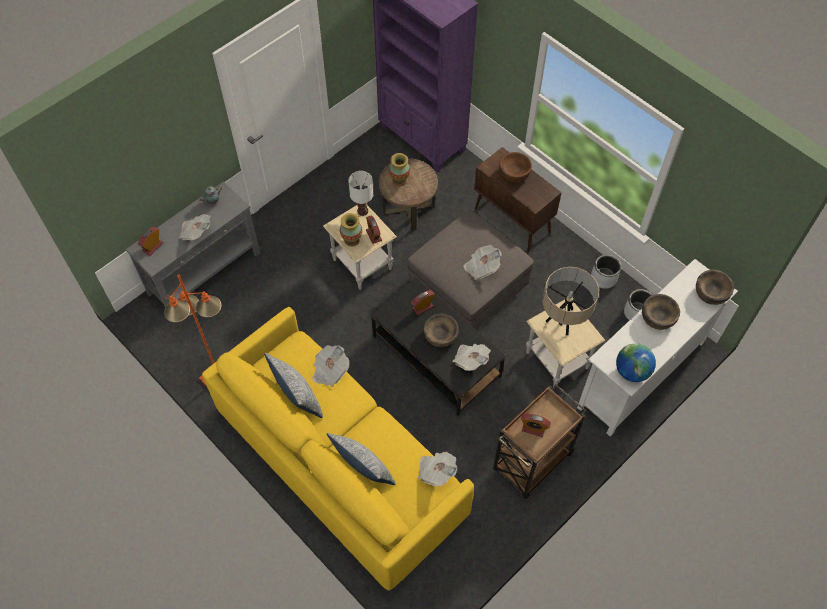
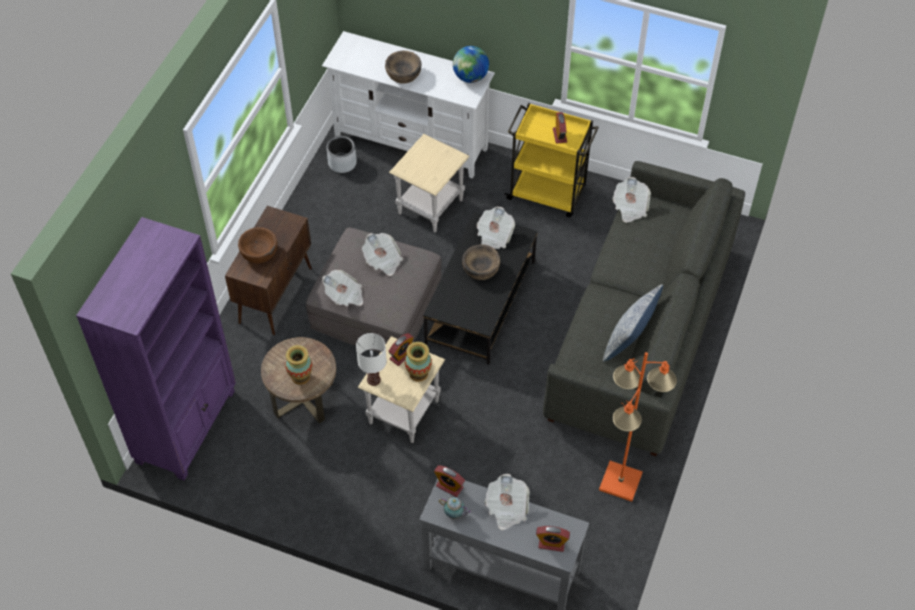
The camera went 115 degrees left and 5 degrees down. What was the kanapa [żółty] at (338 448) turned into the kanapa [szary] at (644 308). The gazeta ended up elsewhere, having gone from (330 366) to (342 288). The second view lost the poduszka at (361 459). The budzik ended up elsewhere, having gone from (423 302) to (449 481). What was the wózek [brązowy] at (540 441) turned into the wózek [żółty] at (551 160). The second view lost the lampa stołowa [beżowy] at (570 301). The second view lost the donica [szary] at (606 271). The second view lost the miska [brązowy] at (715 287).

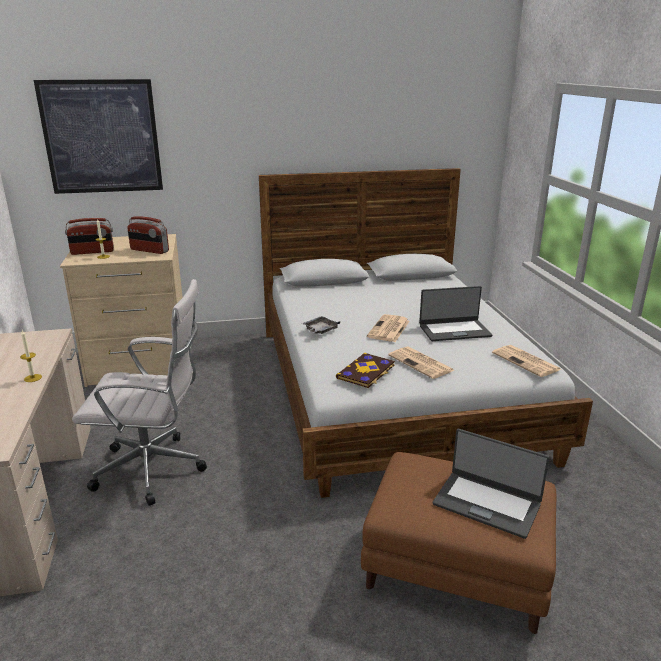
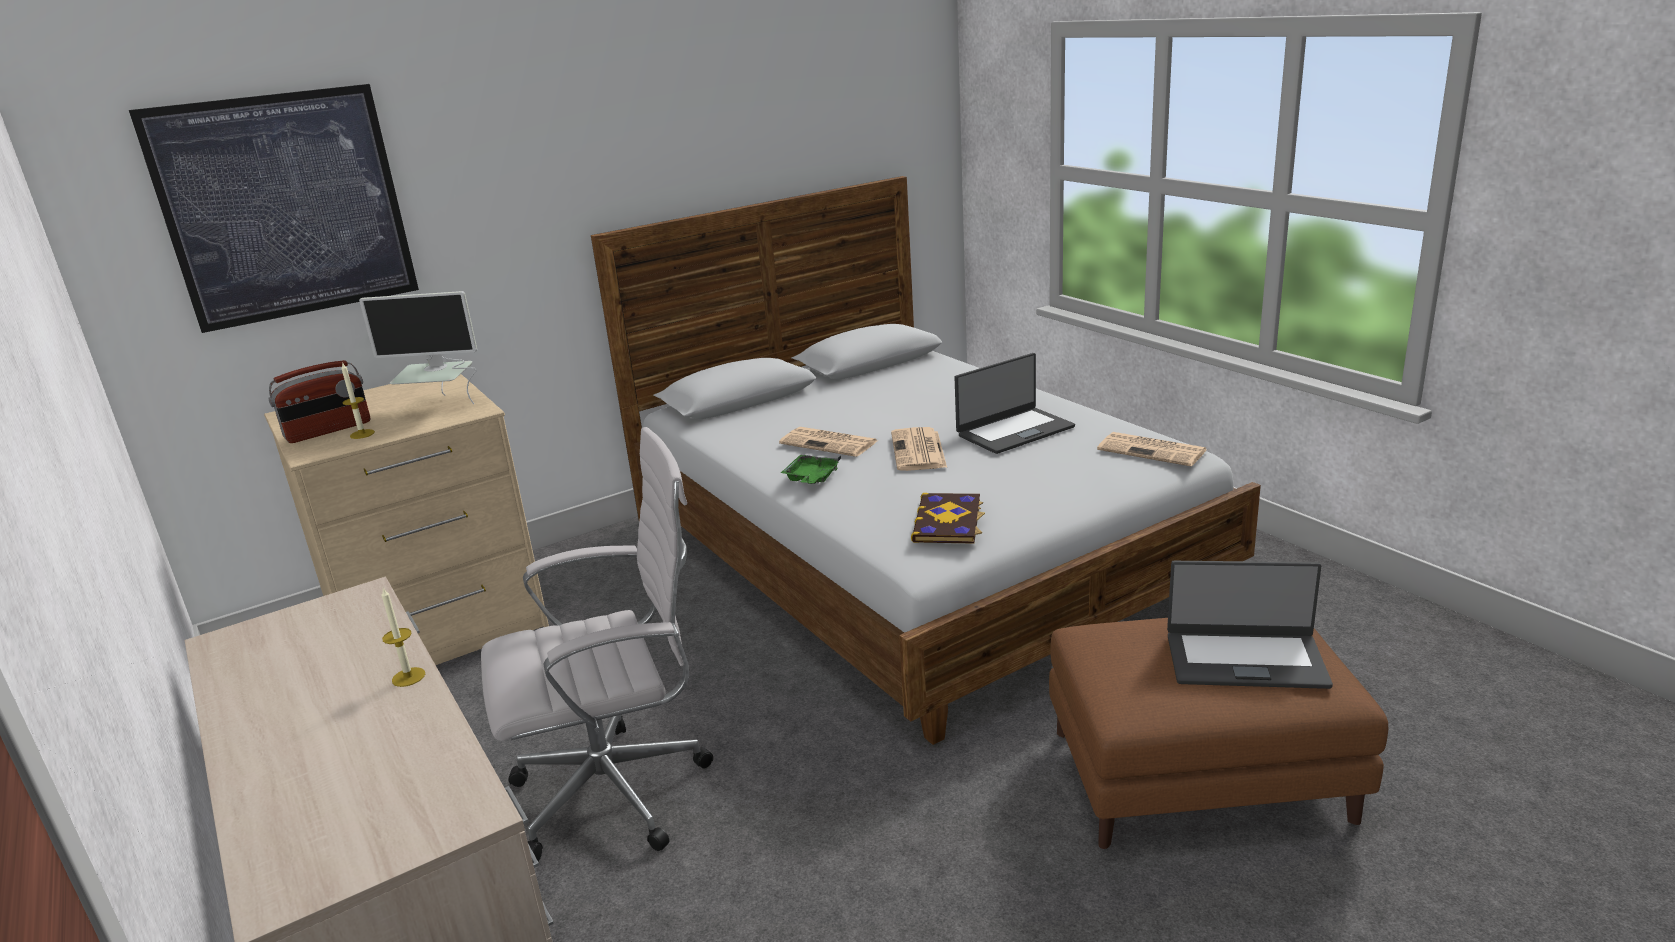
The camera went 20 degrees left and 0 degrees up. Where the radio stood at (148 235), the monitor came to stand at (418 348). What was the taca [szary] at (321 325) turned into the taca [zielony] at (811 469). The gazeta ended up elsewhere, having gone from (421 362) to (828 442).

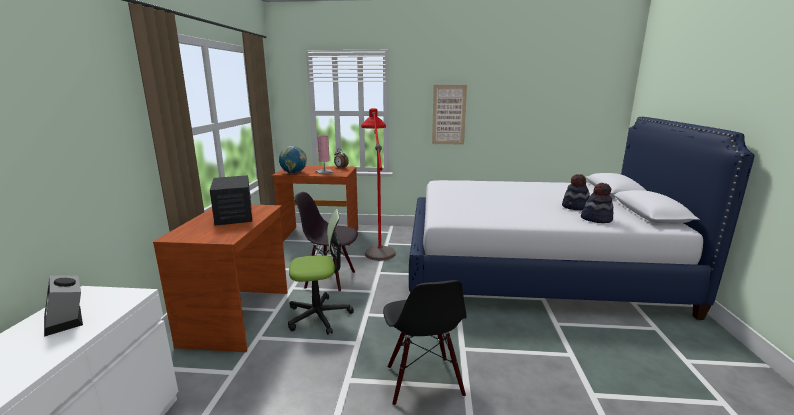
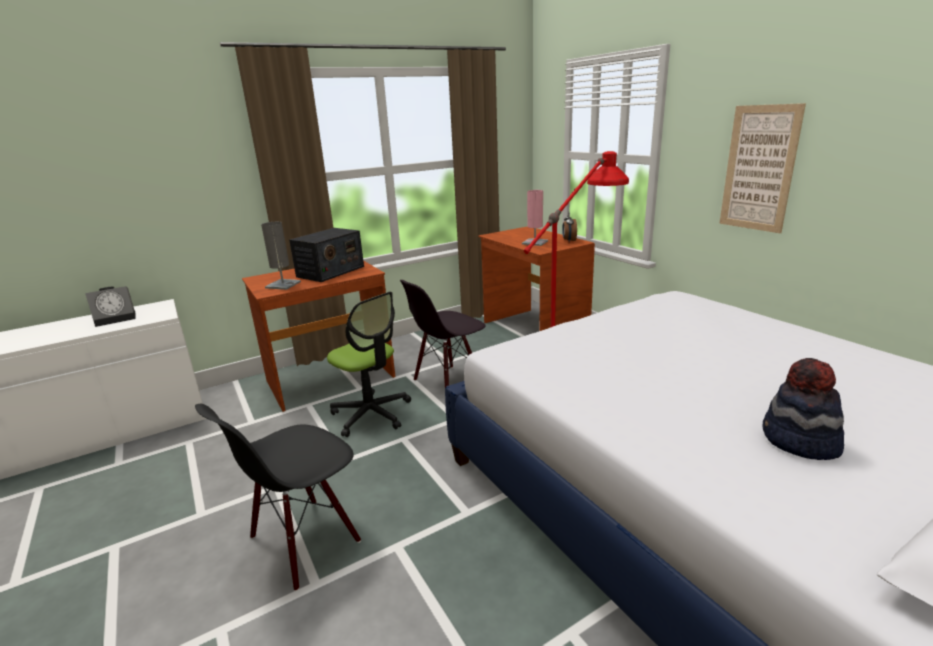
The camera went 55 degrees right and 5 degrees up. The budzik at (63 306) ended up facing another way, 135 degrees counterclockwise from before. The second view lost the globus at (293 159). The krzesło [czarny] at (326 242) ended up facing another way, 105 degrees counterclockwise from before. The second view lost the kapelusz at (597 203). The second view gained the lampa stołowa [szary] at (281 256).

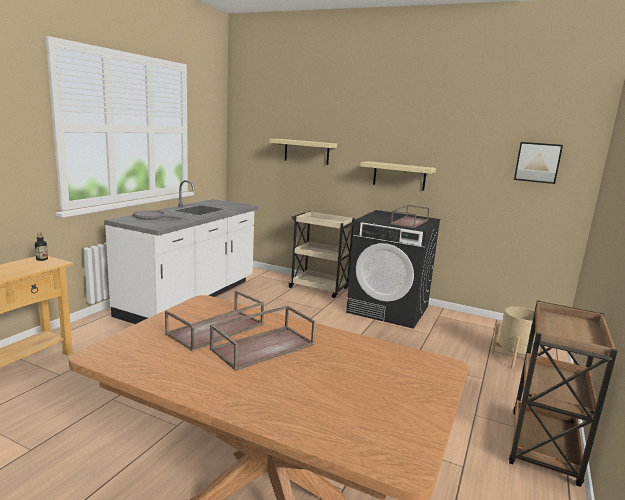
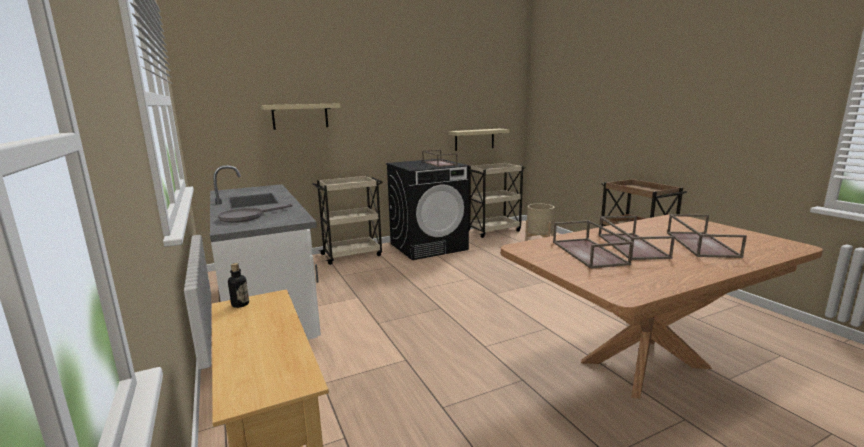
The camera went 50 degrees left and 0 degrees up. The półka [beżowy] ended up elsewhere, having gone from (398 176) to (479 140). The second view lost the obraz at (538 163). The second view gained the wózek [beżowy] at (497 200). The second view gained the taca [brązowy] at (707 236).

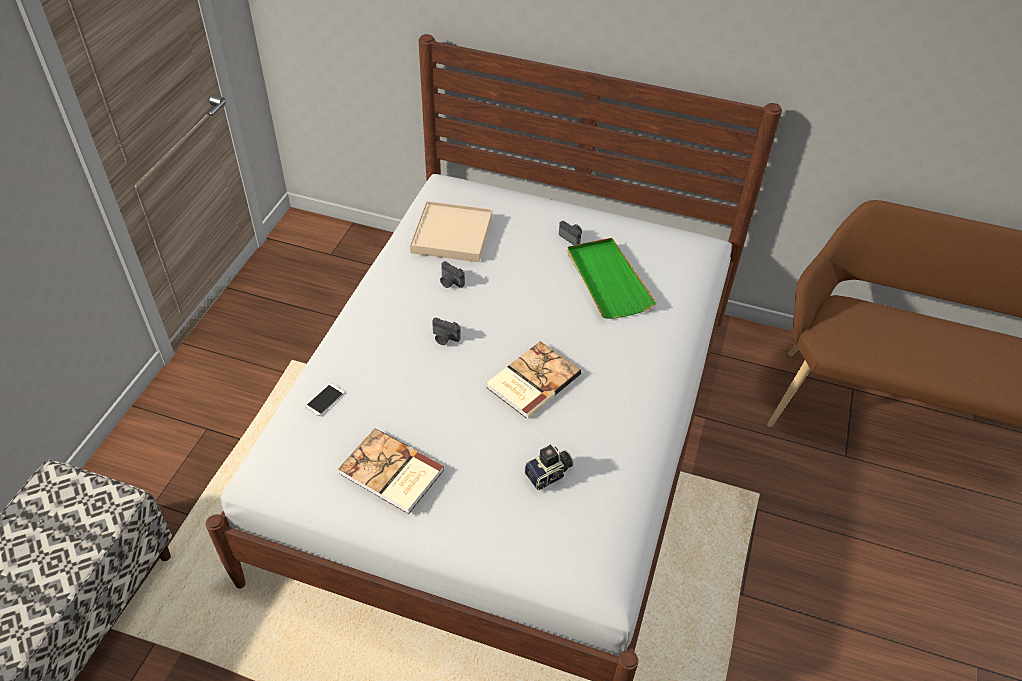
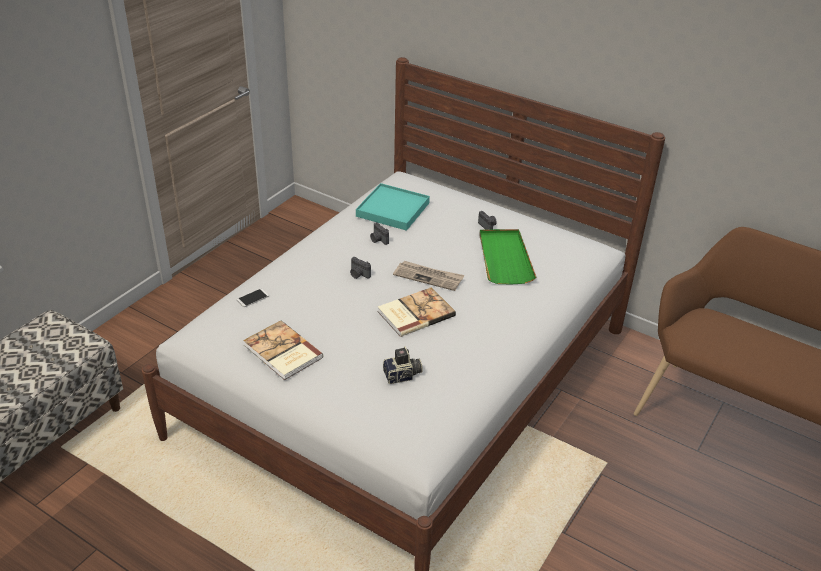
The camera went 15 degrees right and 10 degrees down. What was the taca [beżowy] at (451 231) turned into the taca [turkusowy] at (393 207). The second view gained the gazeta at (428 276).

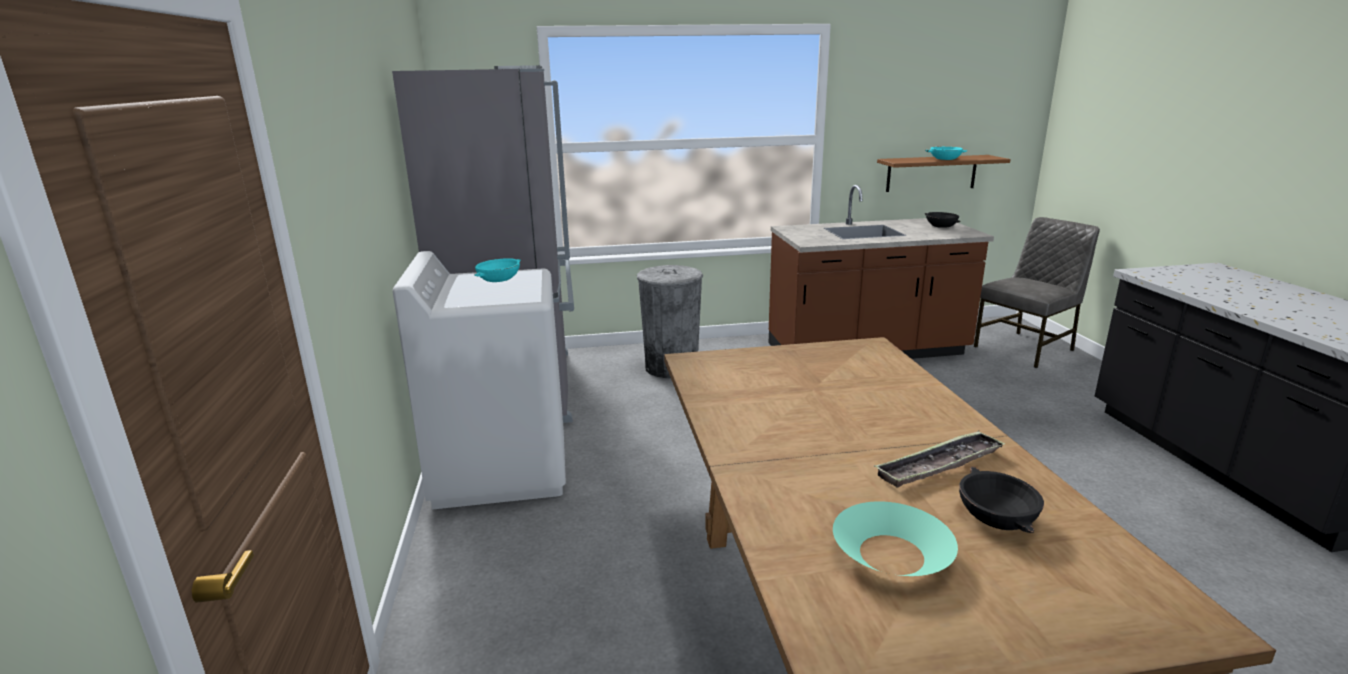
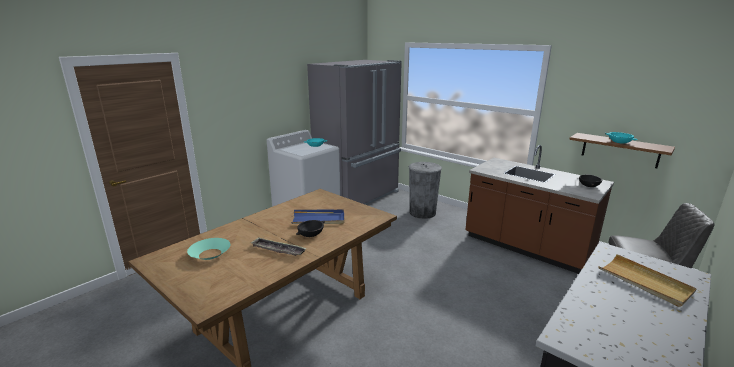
The camera went 50 degrees right and 0 degrees up. The miska [czarny] ended up elsewhere, having gone from (1001 500) to (310 228). The second view gained the taca [niebieski] at (318 216). The second view gained the taca [beżowy] at (647 280).

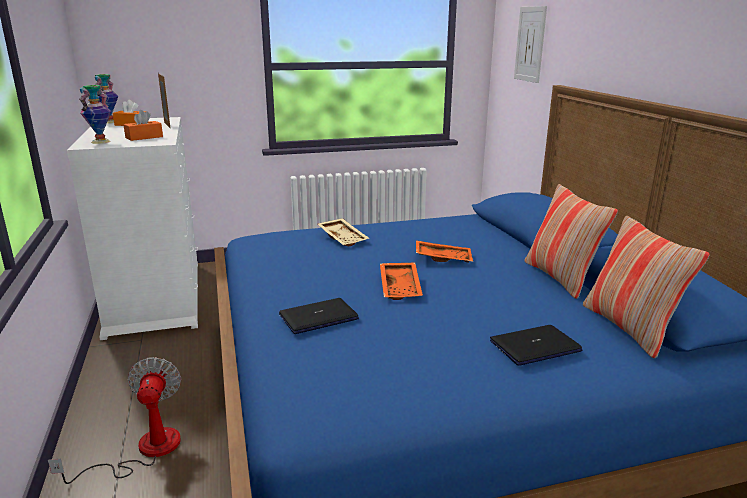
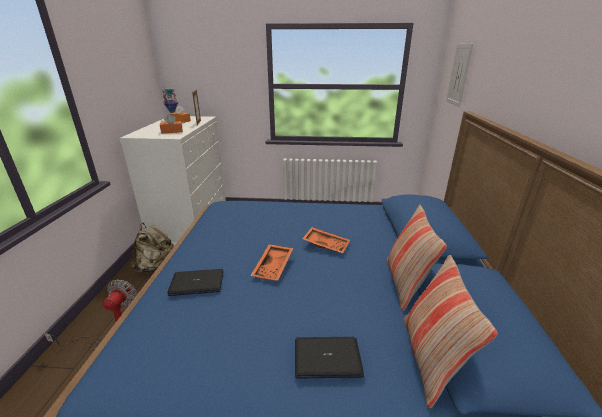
The camera went 20 degrees right and 5 degrees up. The second view lost the wazon at (95 114). The second view lost the taca [beżowy] at (343 232). The second view gained the plecak [beżowy] at (152 248).

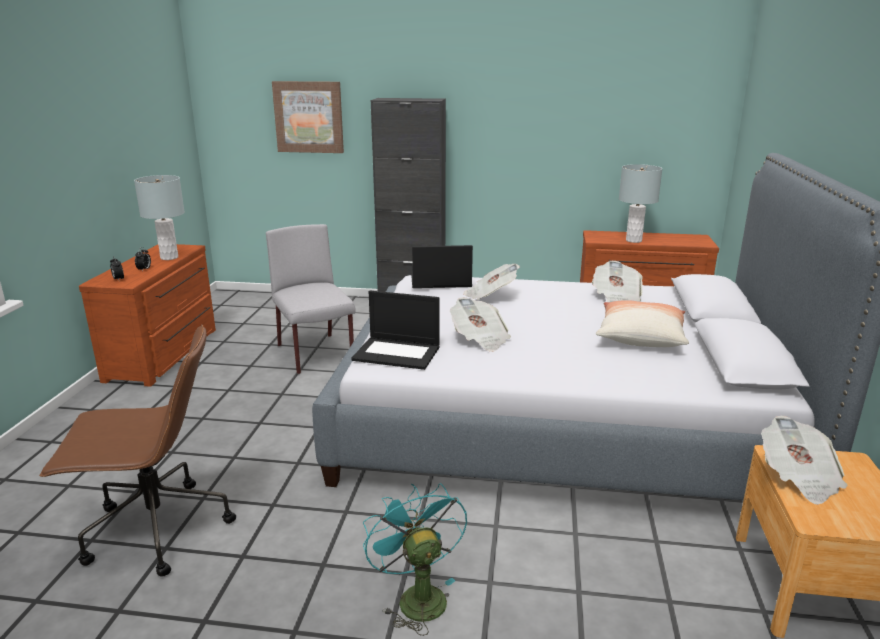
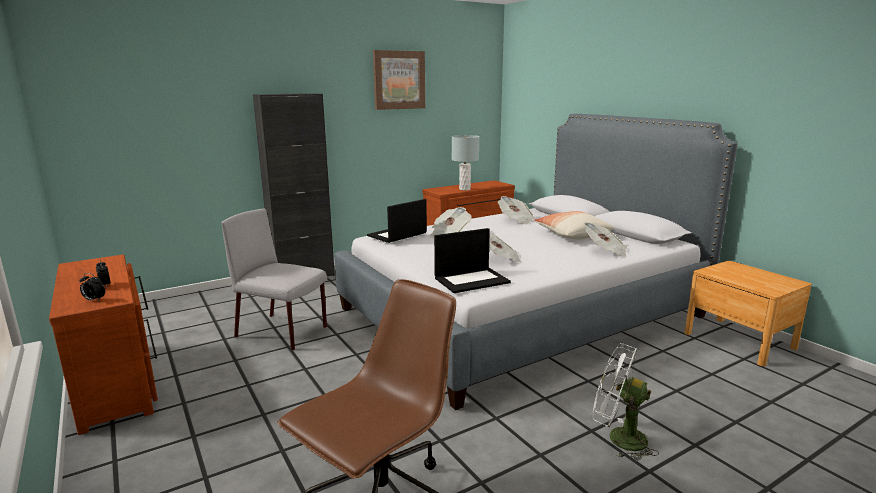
The camera went 40 degrees left and 5 degrees down. The second view lost the lampa stołowa [szary] at (159 217). The obraz ended up elsewhere, having gone from (308 117) to (399 80). What was the wentylator [turkusowy] at (415 559) turned into the wentylator [biały] at (625 401). The gazeta ended up elsewhere, having gone from (804 460) to (605 239).

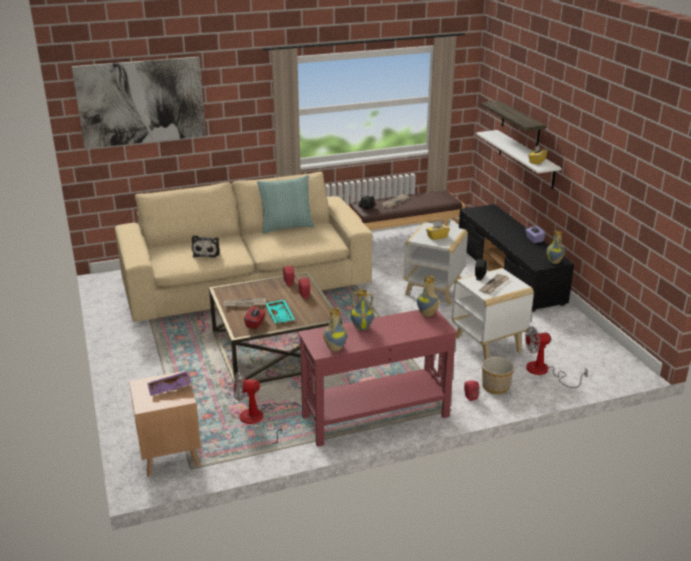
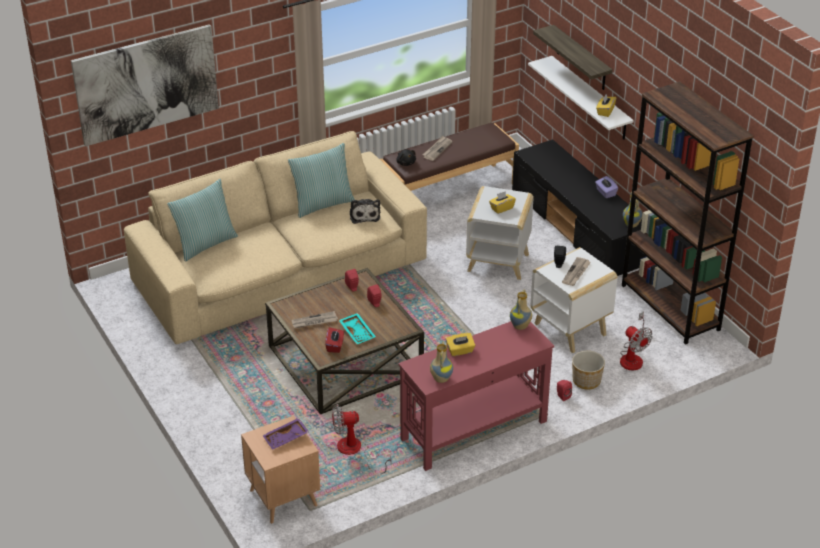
The camera went 10 degrees left and 10 degrees up. The pluszak ended up elsewhere, having gone from (206 246) to (365 211). Where the wazon stood at (362 310), the pudełko chusteczek [żółty] came to stand at (460 344). The wentylator at (556 357) ended up facing another way, 105 degrees counterclockwise from before. The second view gained the poduszka at (202 220). The second view gained the regał [brązowy] at (687 213).

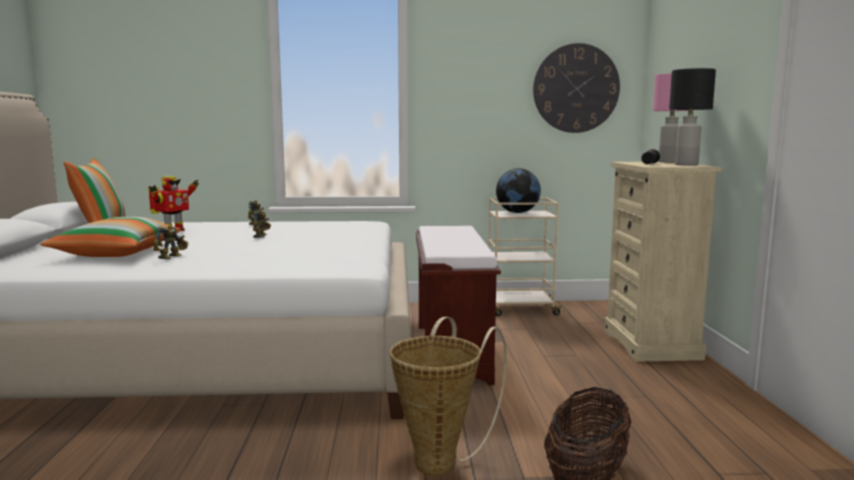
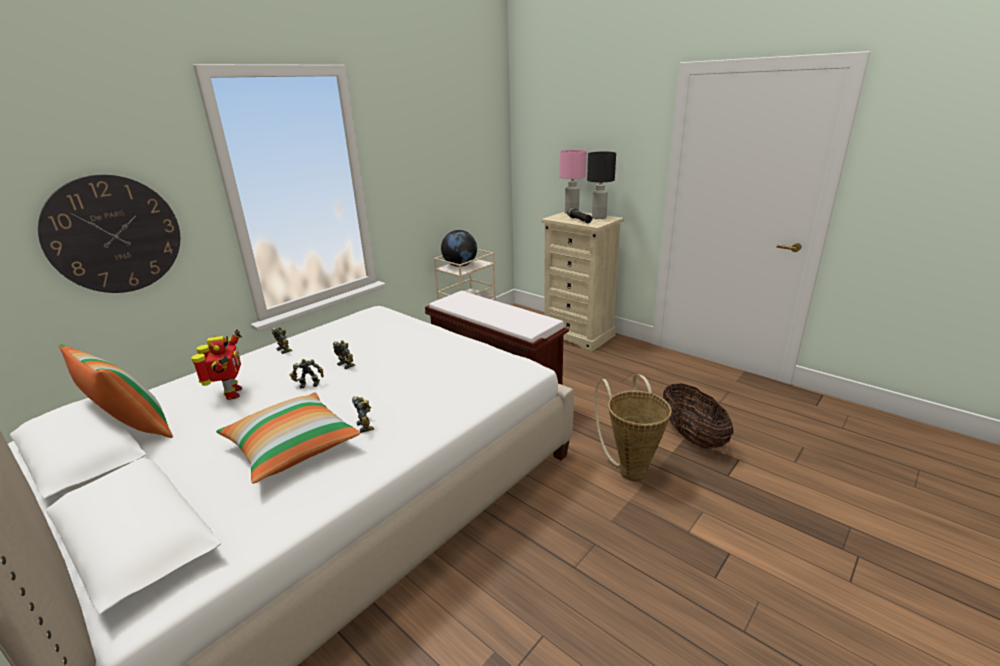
The camera went 45 degrees left and 15 degrees up. The zegar ścienny ended up elsewhere, having gone from (576 88) to (109 233). The second view gained the robot zabawkowy at (307 373).

